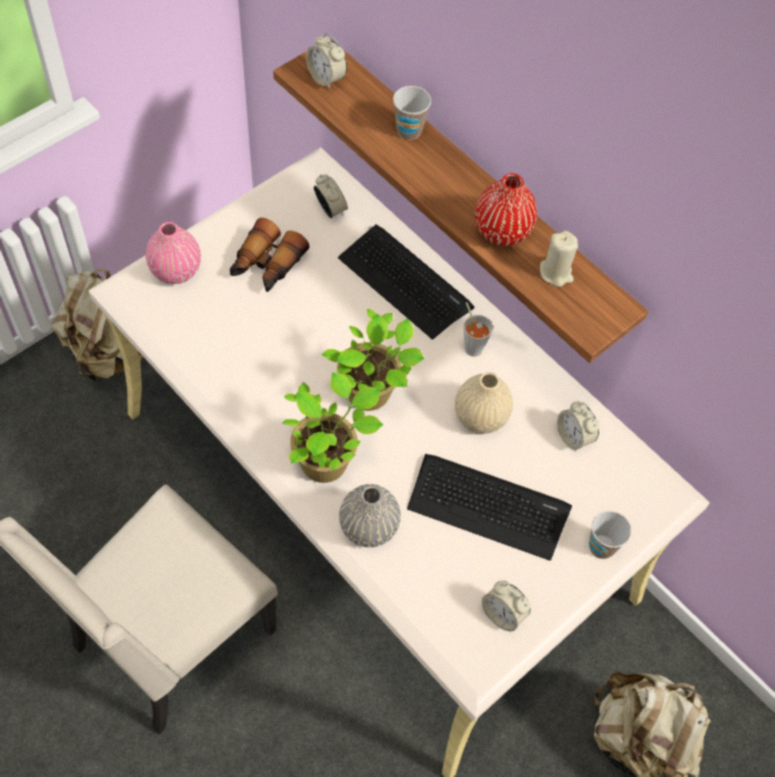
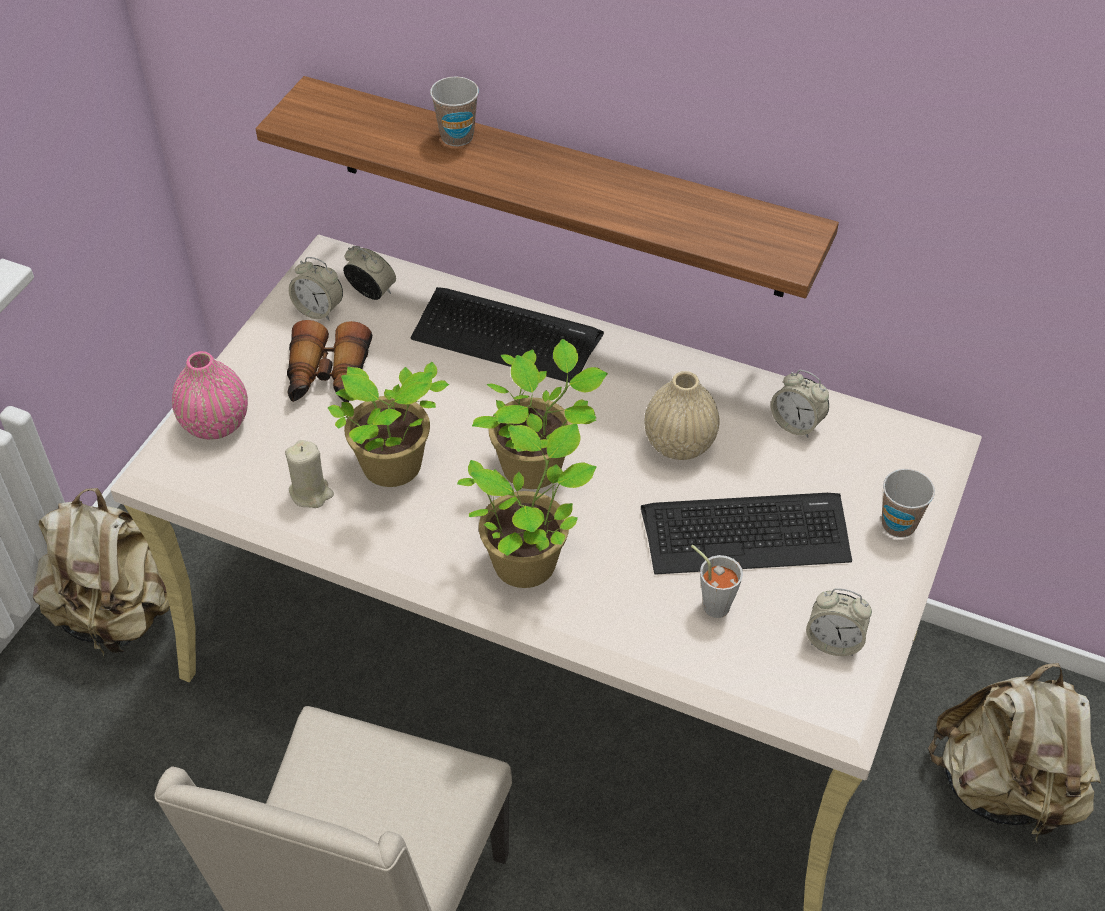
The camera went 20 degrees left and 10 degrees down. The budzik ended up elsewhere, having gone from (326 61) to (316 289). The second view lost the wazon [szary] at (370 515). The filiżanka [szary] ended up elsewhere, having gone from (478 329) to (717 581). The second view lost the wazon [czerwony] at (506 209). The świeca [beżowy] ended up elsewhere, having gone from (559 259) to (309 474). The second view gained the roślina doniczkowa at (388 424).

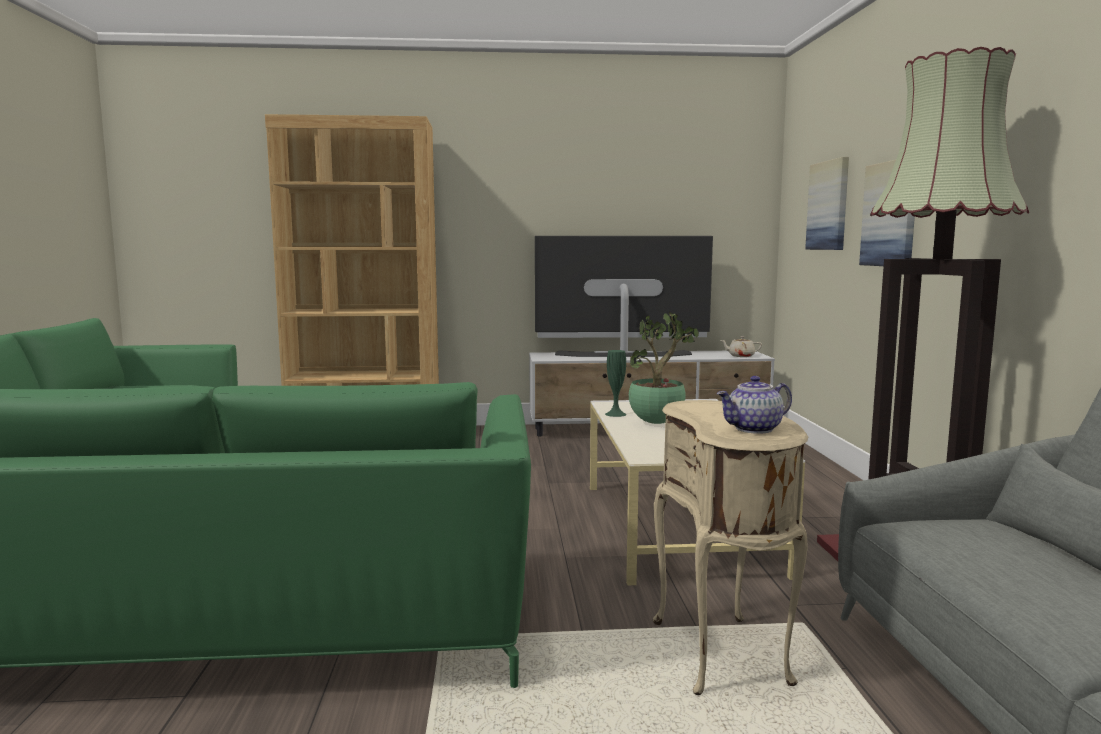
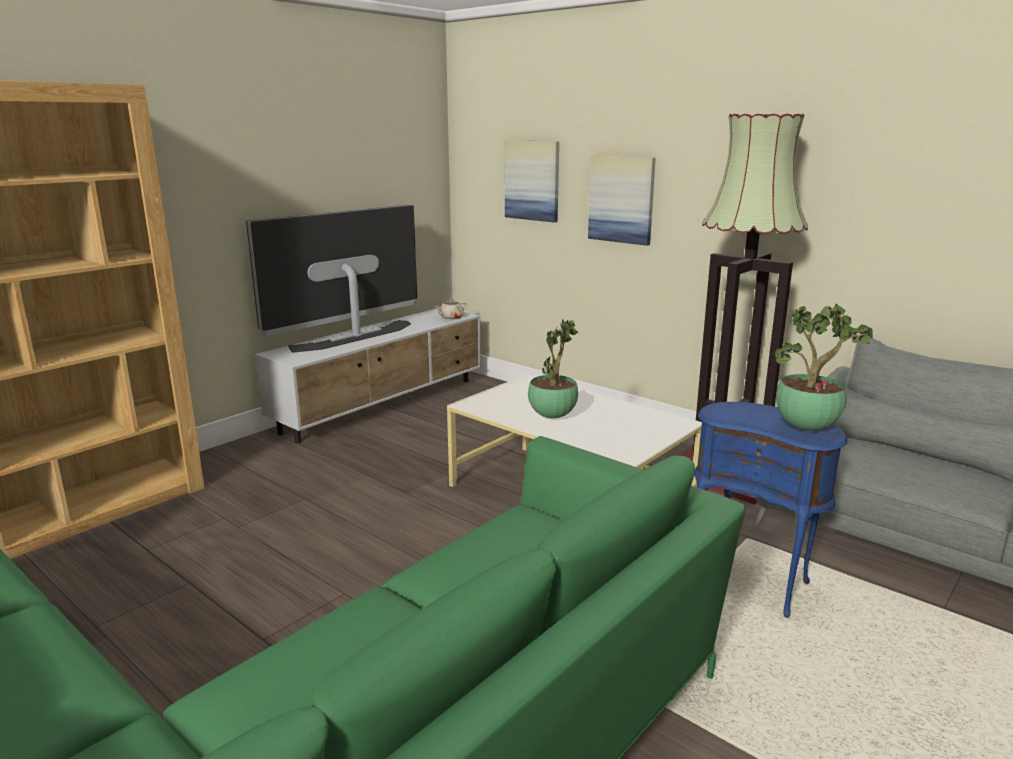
The camera went 45 degrees left and 10 degrees up. The second view lost the wazon [zielony] at (616 383). What was the stolik [beżowy] at (730 547) turned into the stolik [niebieski] at (770 510). Where the imbryk stood at (754 405), the roślina doniczkowa came to stand at (823 367).

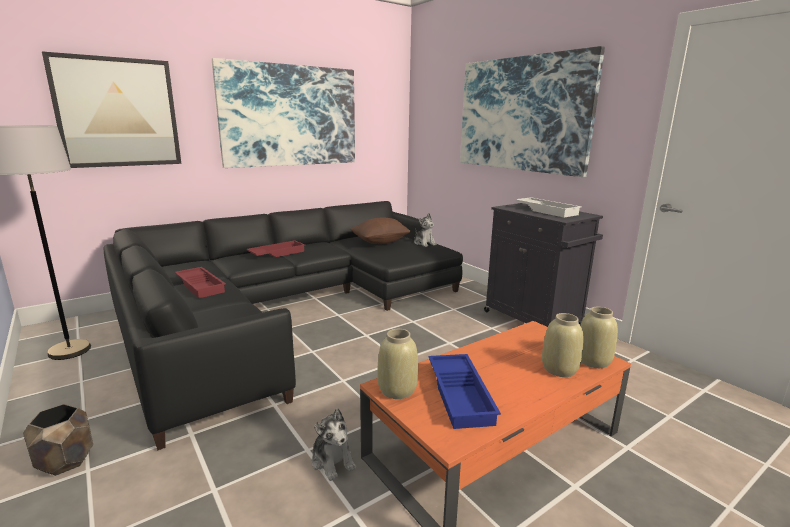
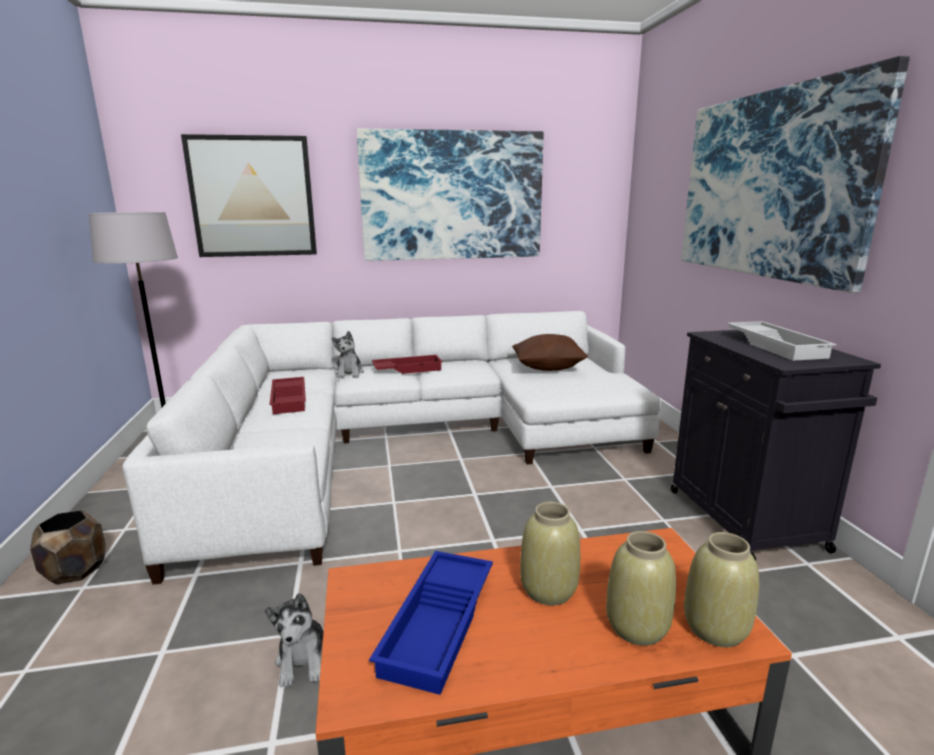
The camera went 25 degrees right and 0 degrees up. What was the kanapa [czarny] at (283 325) turned into the kanapa [biały] at (392 448). The wazon [beżowy] ended up elsewhere, having gone from (398 364) to (550 553). The pluszak ended up elsewhere, having gone from (425 230) to (347 355).

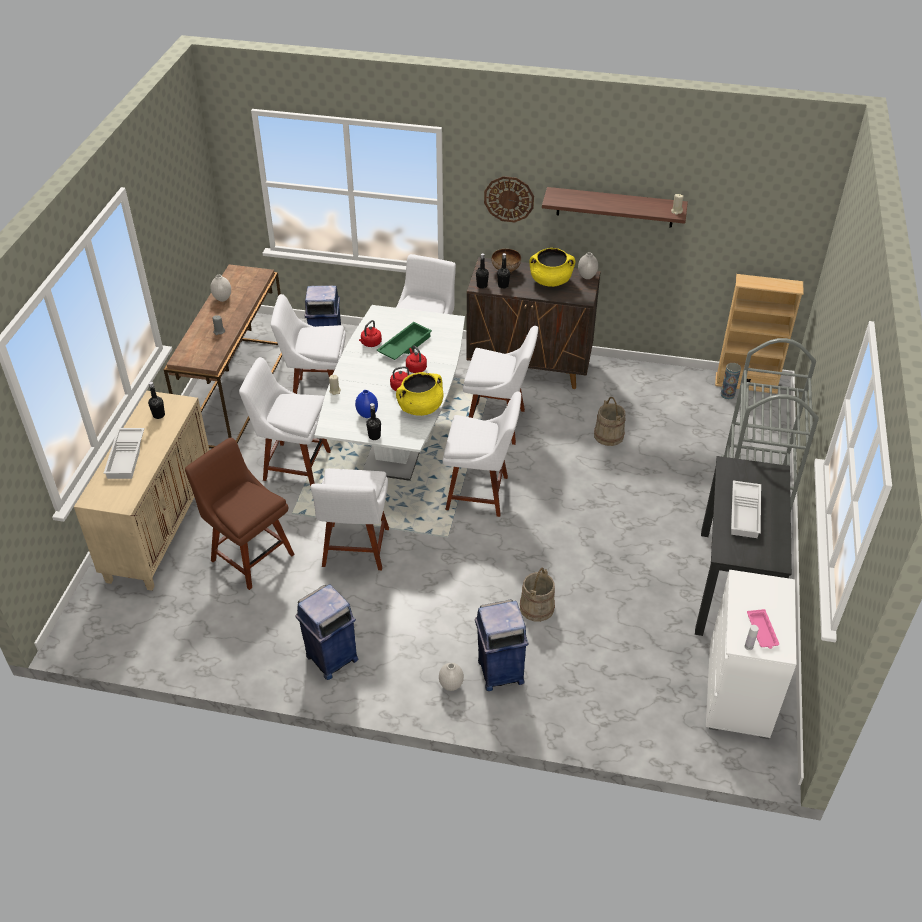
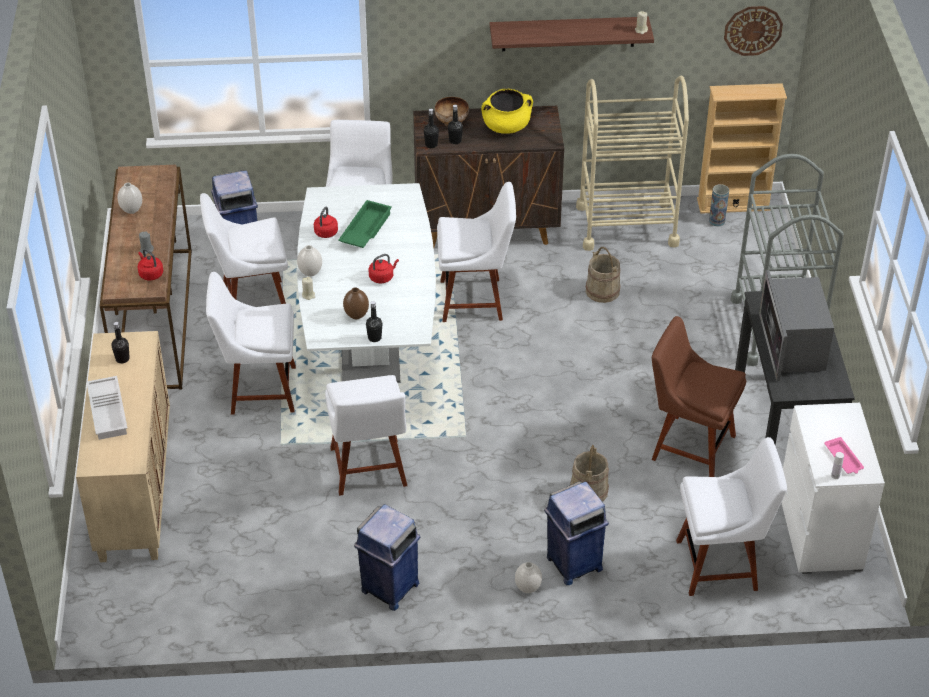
The camera went 15 degrees left and 0 degrees up. The krzesło [brązowy] ended up elsewhere, having gone from (240 514) to (699 396). What was the wazon [niebieski] at (366 404) turned into the wazon [brązowy] at (356 303). The second view lost the garnek [żółty] at (419 394). The czajnik [czerwony] ended up elsewhere, having gone from (416 359) to (150 264). The krzesło [biały] ended up elsewhere, having gone from (482 454) to (731 516). The zegar ścienny ended up elsewhere, having gone from (509 199) to (753 31). The wazon [biały] ended up elsewhere, having gone from (588 265) to (309 261). Where the taca [biały] stood at (746 509), the mikrofalówka came to stand at (796 325). The second view gained the wózek [beżowy] at (632 163).

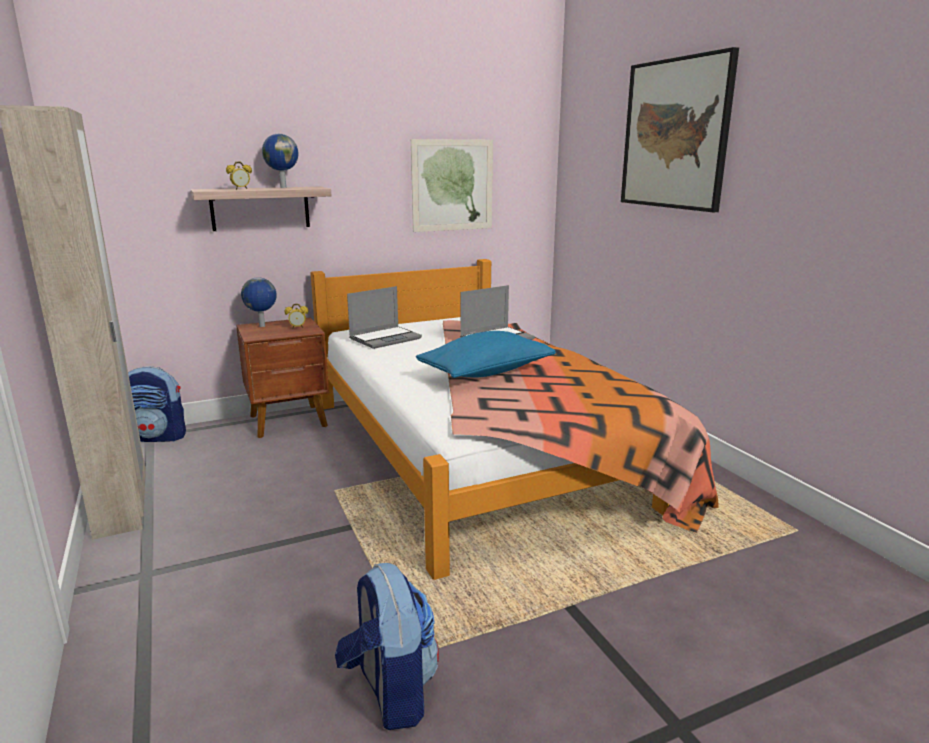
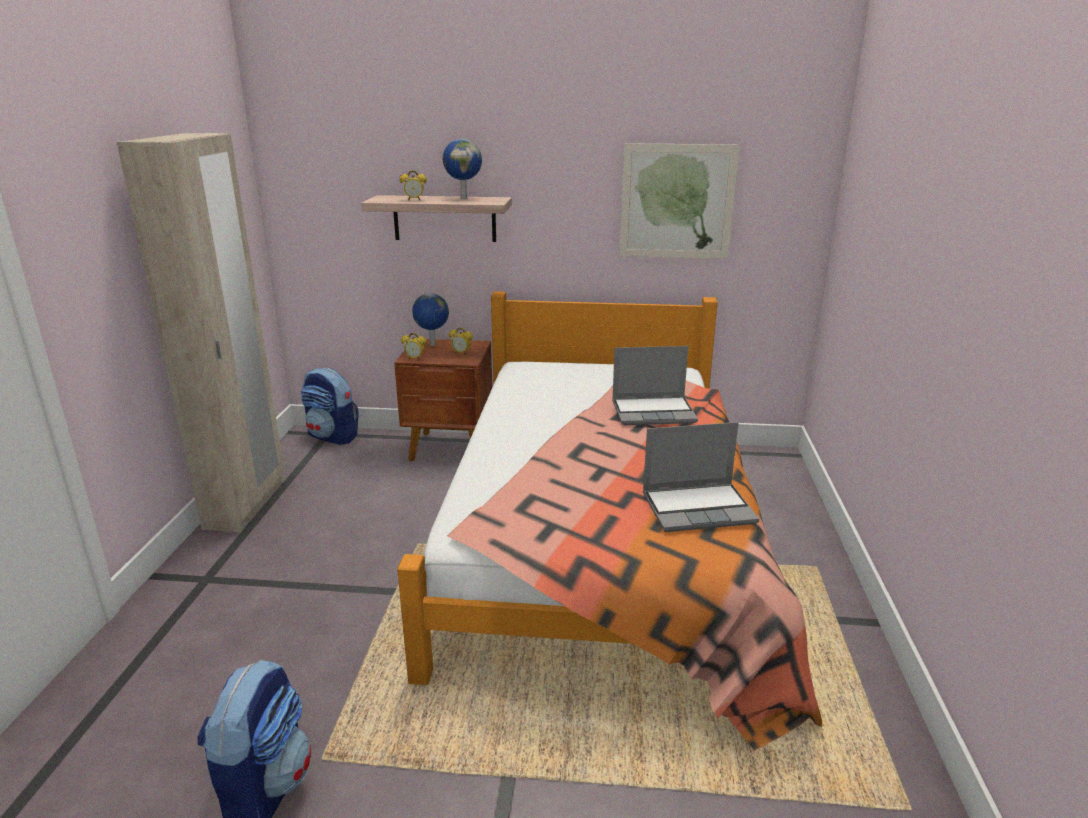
The camera went 30 degrees right and 5 degrees up. The laptop ended up elsewhere, having gone from (384 317) to (701 477). The second view lost the poduszka [niebieski] at (486 354). The second view lost the obraz at (680 129). The second view gained the budzik at (413 346).

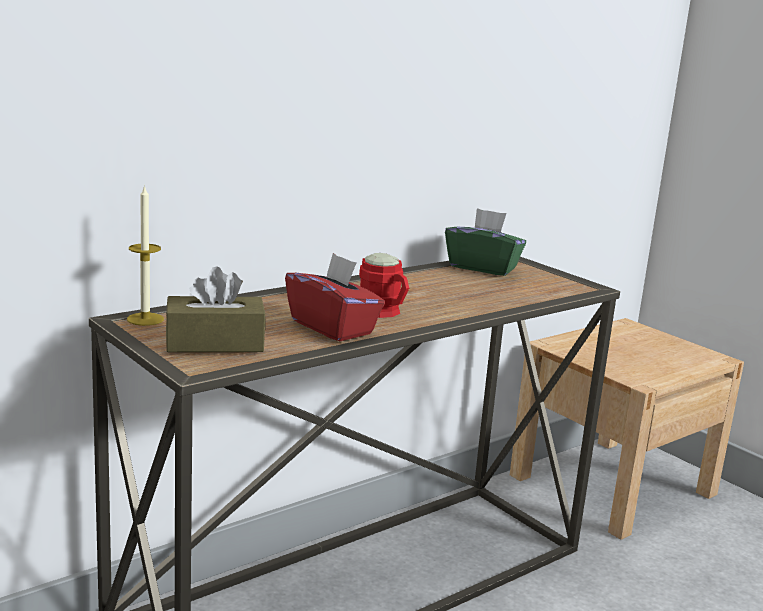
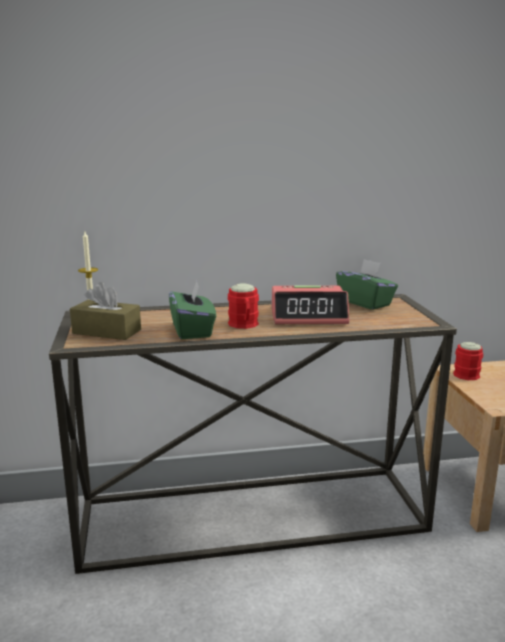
The camera went 30 degrees right and 0 degrees up. What was the pudełko chusteczek [czerwony] at (335 297) turned into the pudełko chusteczek [zielony] at (192 310). The second view gained the budzik at (310 304). The second view gained the kubek [czerwony] at (468 361).

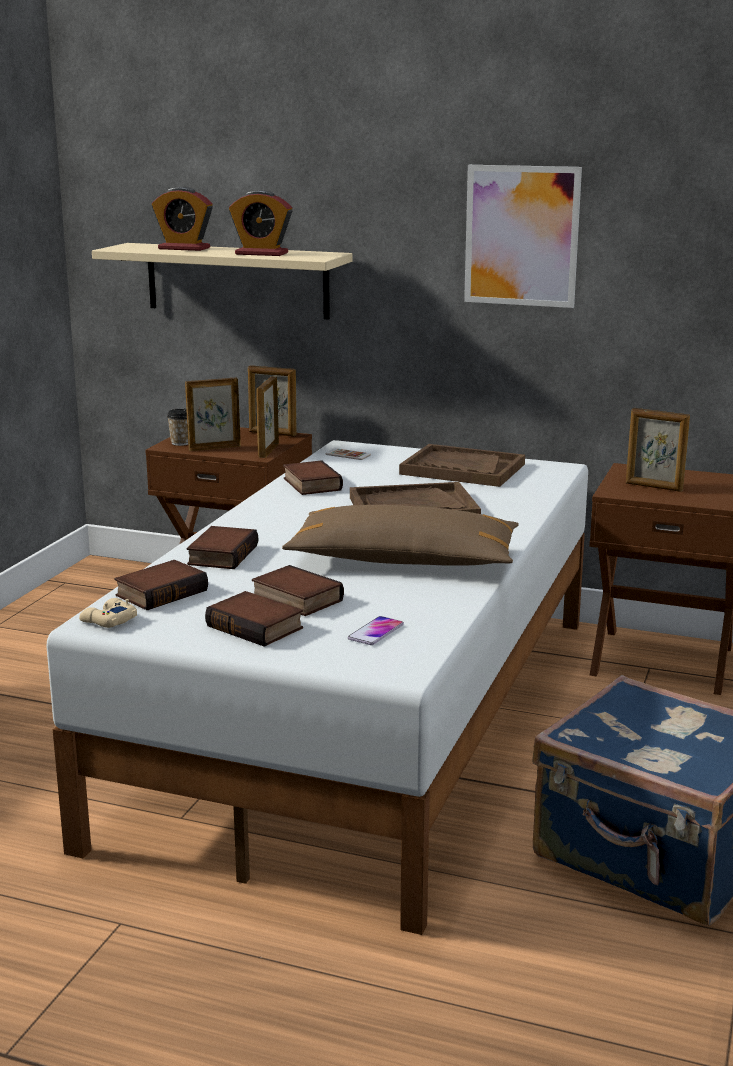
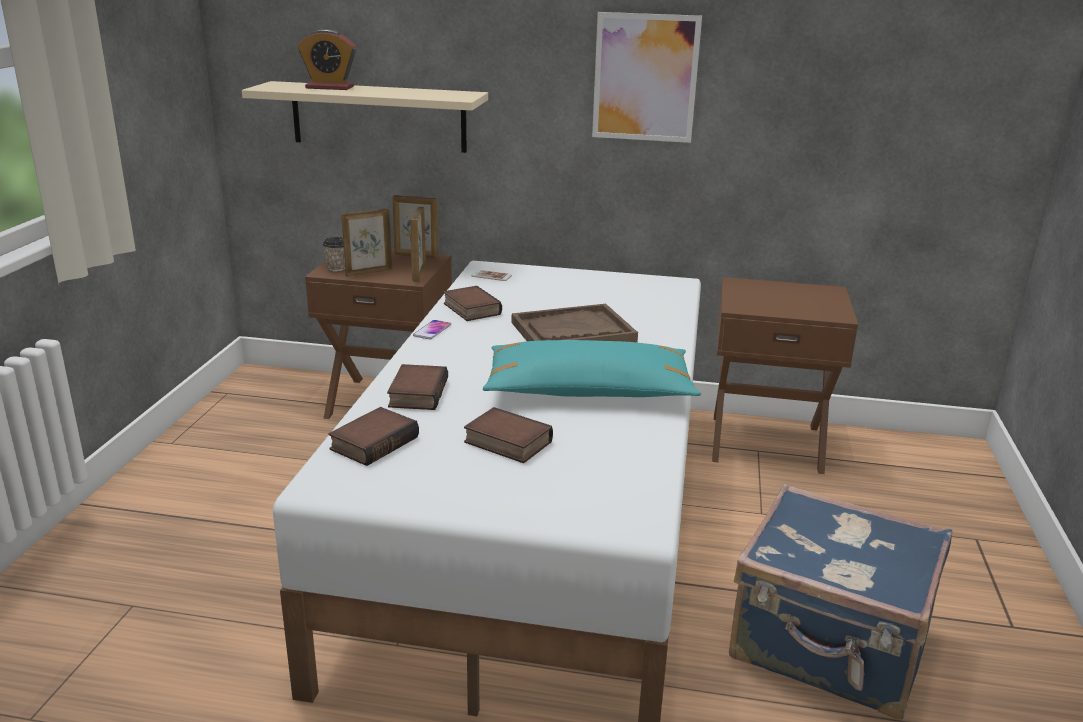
The camera went 10 degrees left and 5 degrees up. The second view lost the pad do gier [beżowy] at (108 613). The second view lost the książka at (254 619). The second view lost the budzik at (260 223). What was the poduszka [brązowy] at (400 535) turned into the poduszka [turkusowy] at (592 368). The telefon ended up elsewhere, having gone from (376 630) to (432 329). The second view lost the taca [brązowy] at (462 465). The second view lost the ramka na zdjęcie at (658 450).

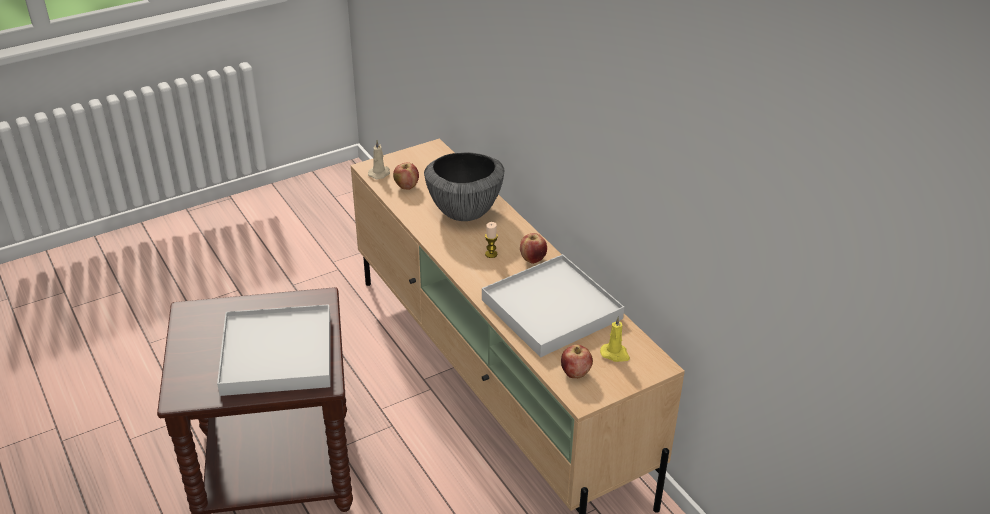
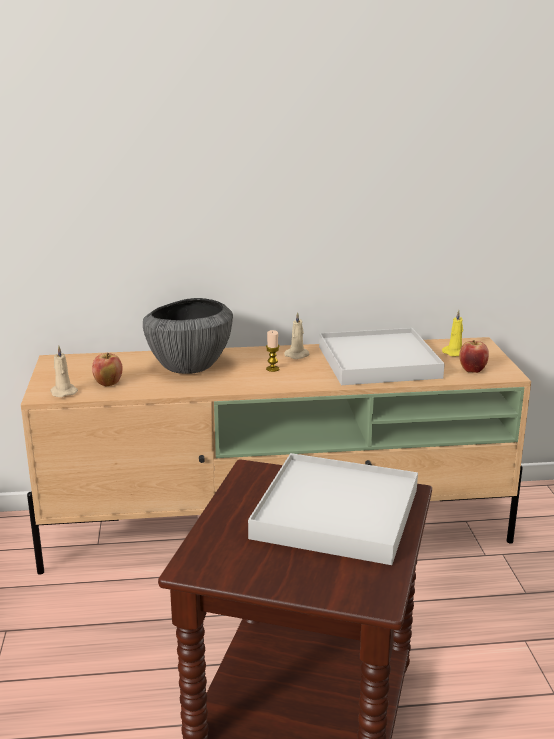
The camera went 65 degrees left and 15 degrees down. Where the jabłko stood at (533 248), the świeca [beżowy] came to stand at (297 335).

